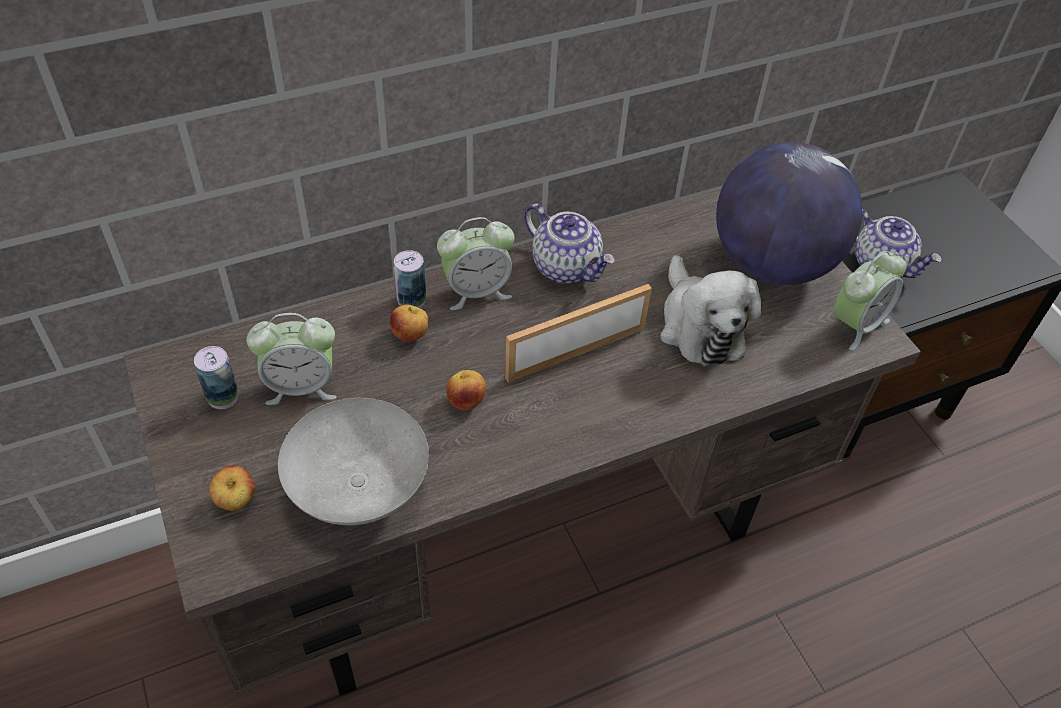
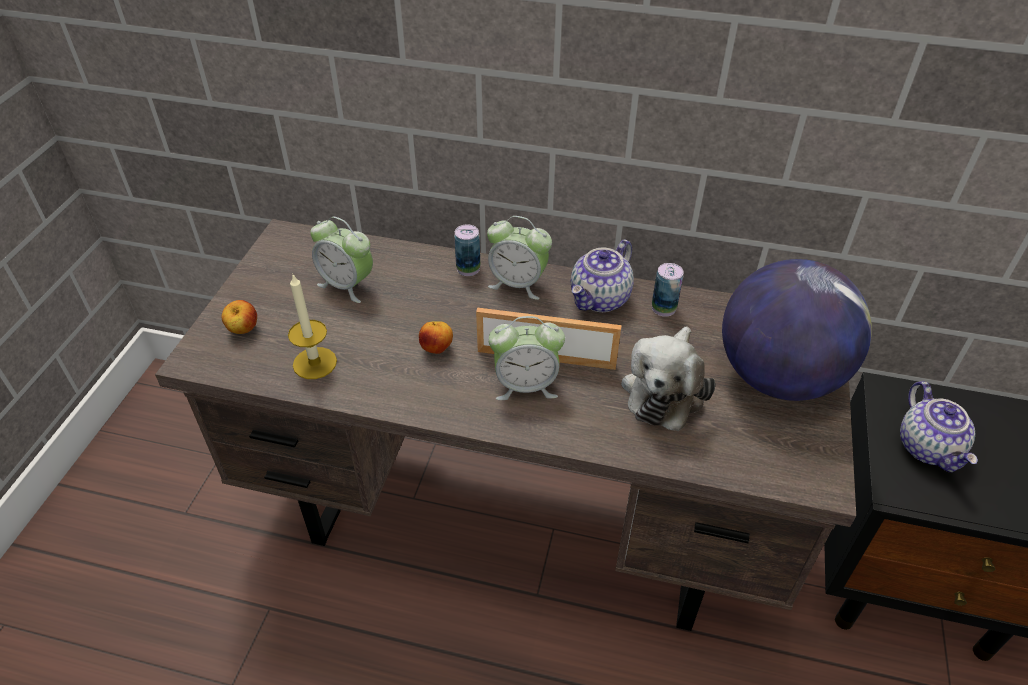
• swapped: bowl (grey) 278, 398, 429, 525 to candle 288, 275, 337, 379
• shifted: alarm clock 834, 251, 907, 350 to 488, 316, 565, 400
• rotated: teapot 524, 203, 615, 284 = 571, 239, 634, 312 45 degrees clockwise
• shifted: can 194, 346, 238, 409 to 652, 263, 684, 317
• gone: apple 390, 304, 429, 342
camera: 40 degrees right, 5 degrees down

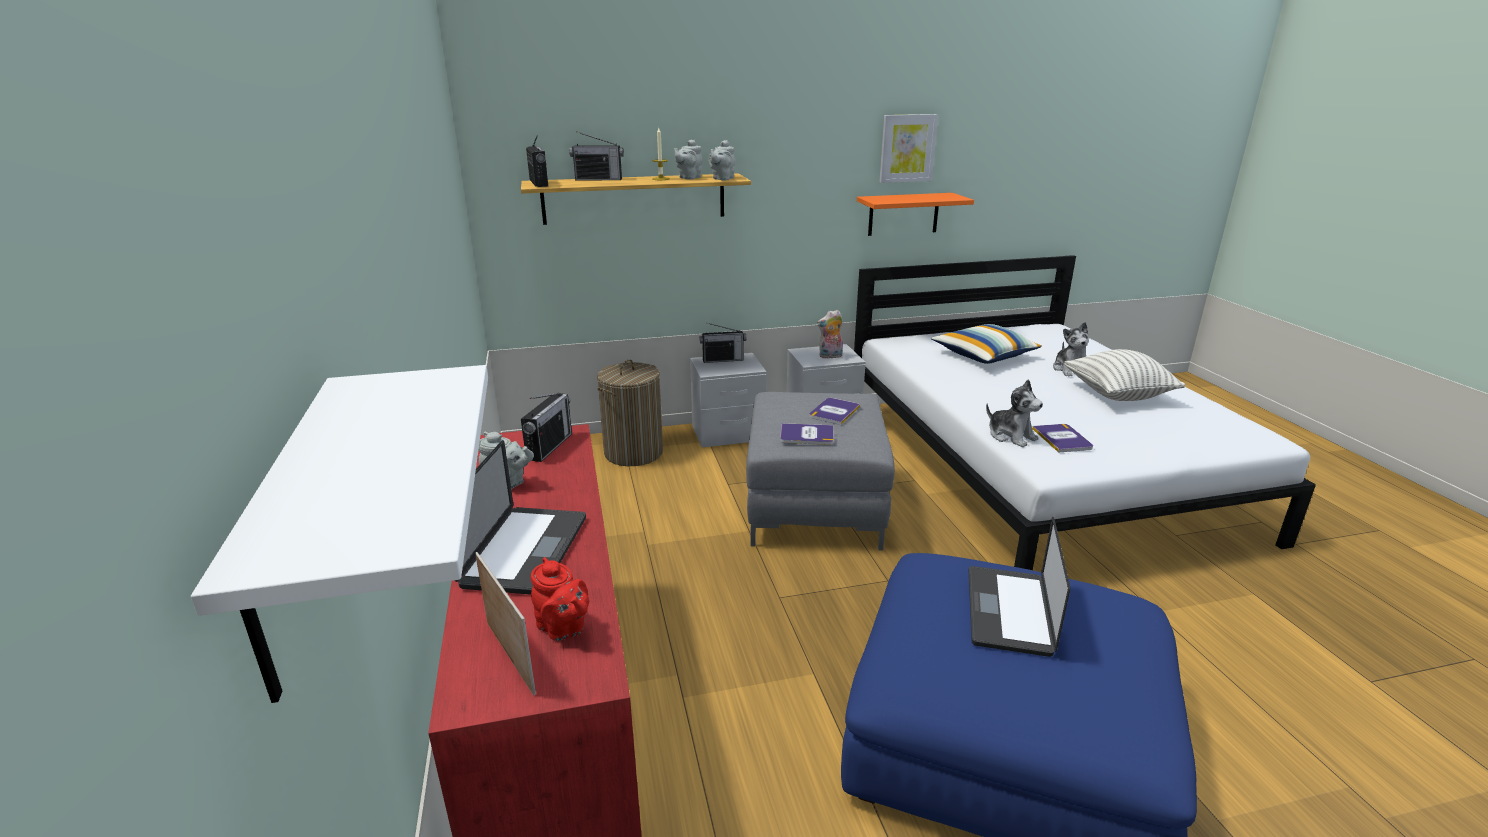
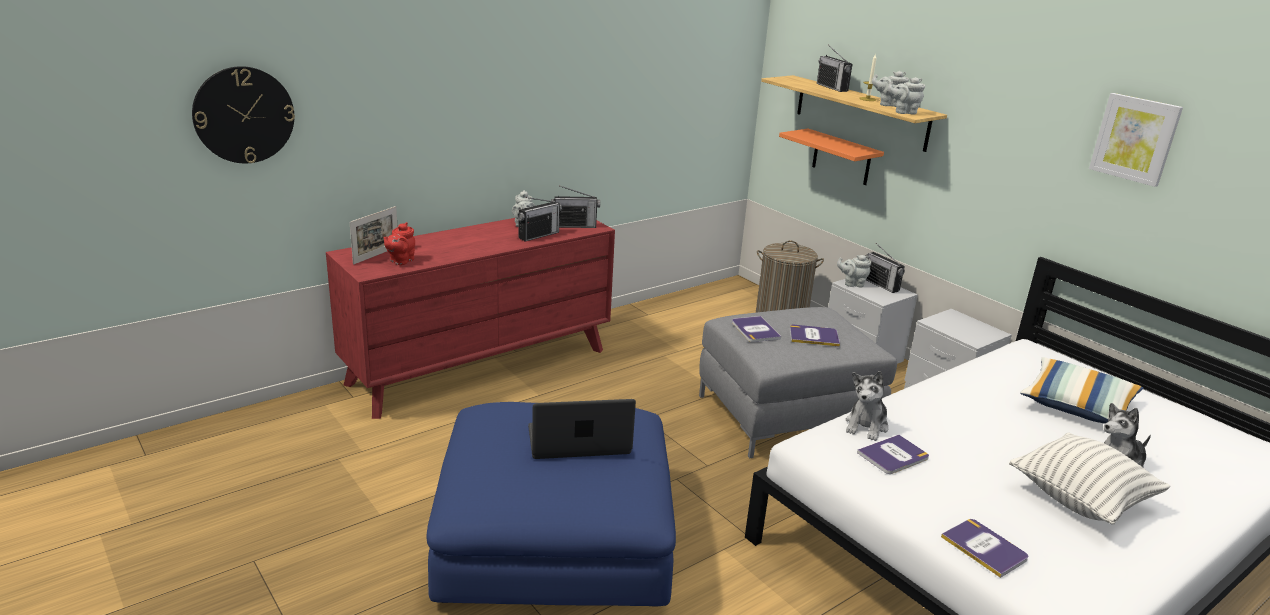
• swapped: shelf (white) 191, 365, 488, 703 to wall clock 192, 66, 295, 163
• shifted: radio 526, 135, 548, 187 to 518, 197, 562, 242
• shifted: shelf (orange) 857, 193, 974, 236 to 779, 129, 884, 185
• new: teapot (grey) 837, 255, 871, 287
• new: book 941, 519, 1028, 578
• gone: laptop 455, 440, 586, 595
• gone: plush toy 817, 310, 843, 359
camera: 65 degrees right, 0 degrees up

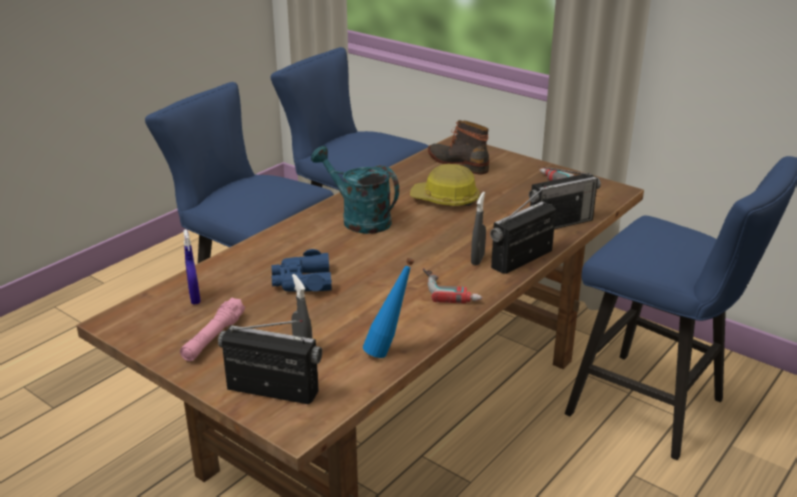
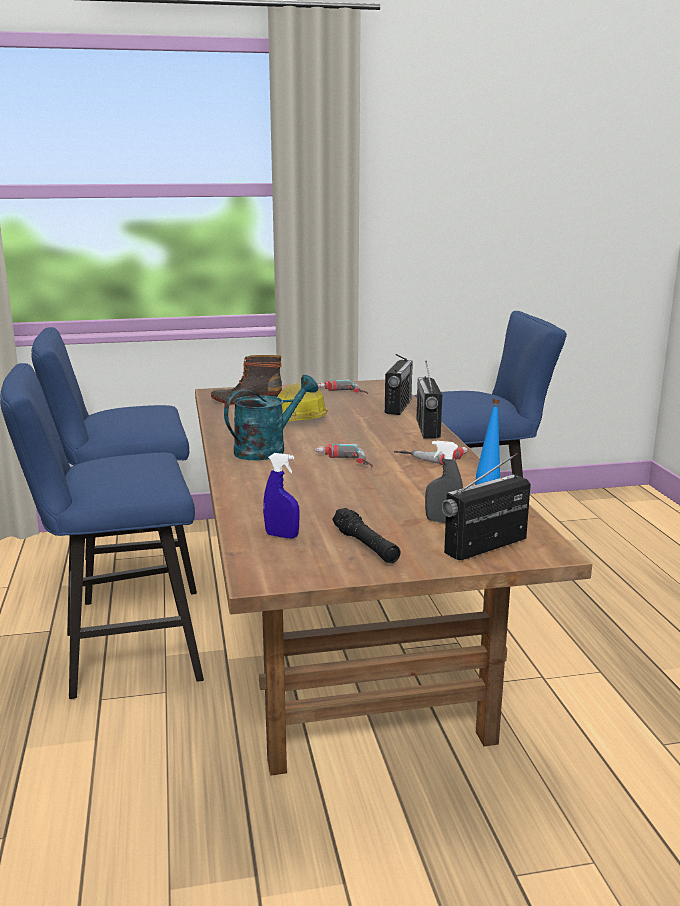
• rotated: watering can (turquoise) 311, 146, 399, 234 = 224, 375, 318, 460 150 degrees clockwise
• new: power drill 315, 444, 373, 467
• repainted: flashlight (pink) 180, 297, 245, 361 to flashlight (black) 332, 508, 401, 563
• gone: binoculars (blue) 272, 249, 332, 291
• gone: spray bottle (grey) 471, 192, 486, 265
camera: 50 degrees left, 10 degrees down

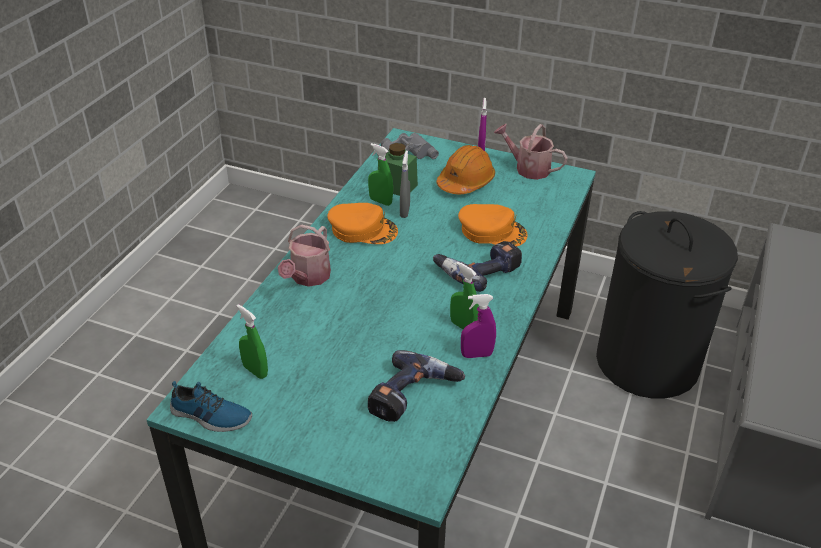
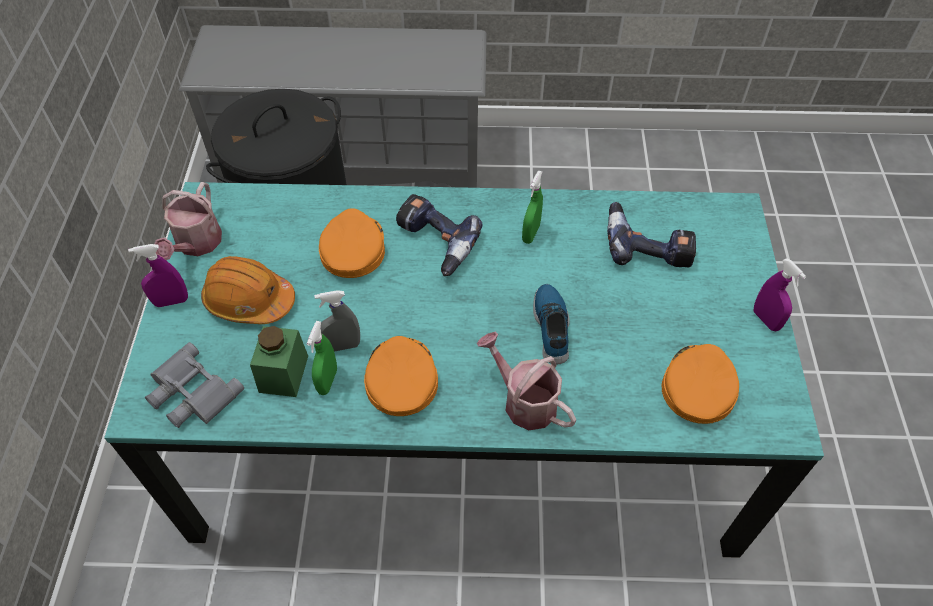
• rotated: watering can 278, 225, 331, 287 = 476, 331, 576, 430 135 degrees counterclockwise
• shifted: shoe 170, 381, 252, 432 to 533, 284, 570, 364
• swapped: spray bottle (green) 237, 304, 268, 379 to cap (orange) 661, 344, 739, 424
• shifted: spray bottle (purple) 461, 294, 496, 358 to 753, 258, 806, 331
camera: 110 degrees left, 15 degrees up

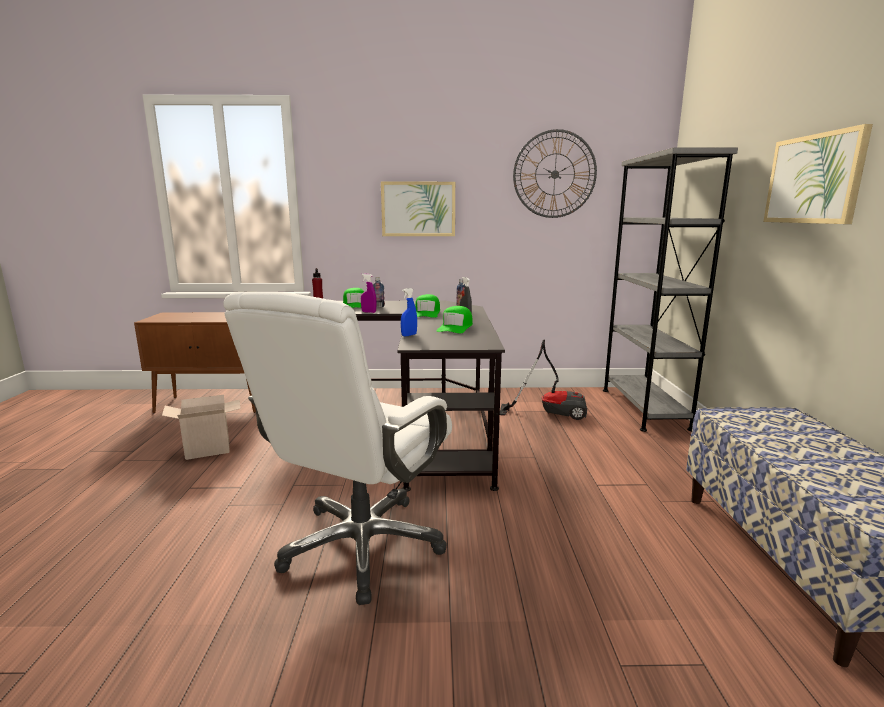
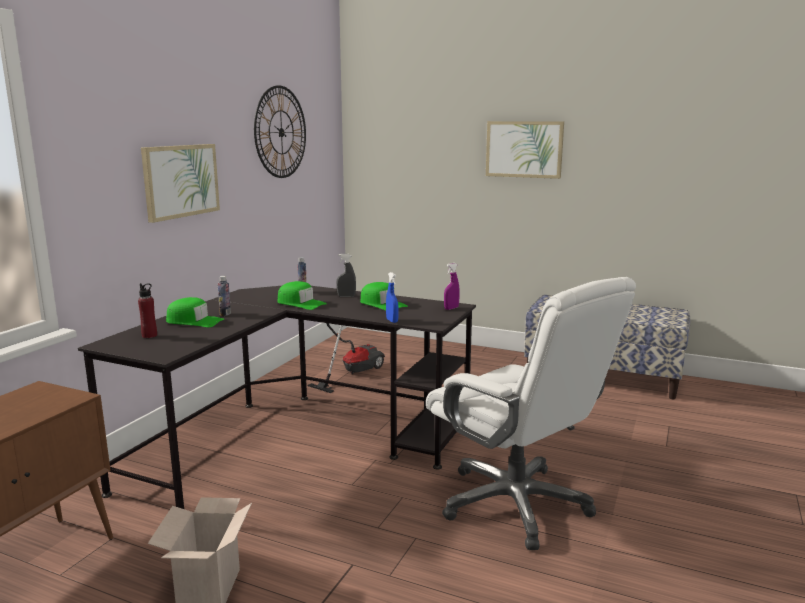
• shifted: spray bottle (purple) 361, 274, 377, 313 to 444, 263, 460, 310
• gone: bookcase (grey) 603, 147, 738, 432
camera: 65 degrees left, 0 degrees up

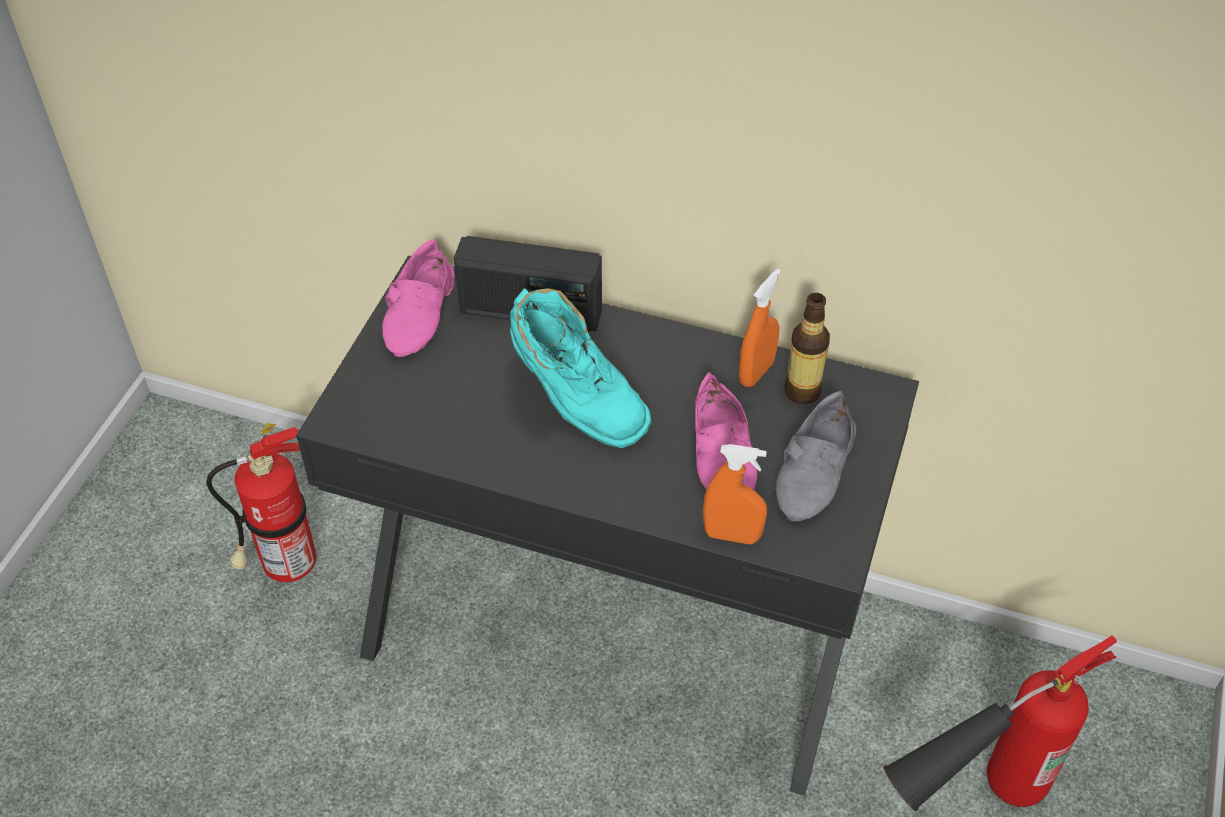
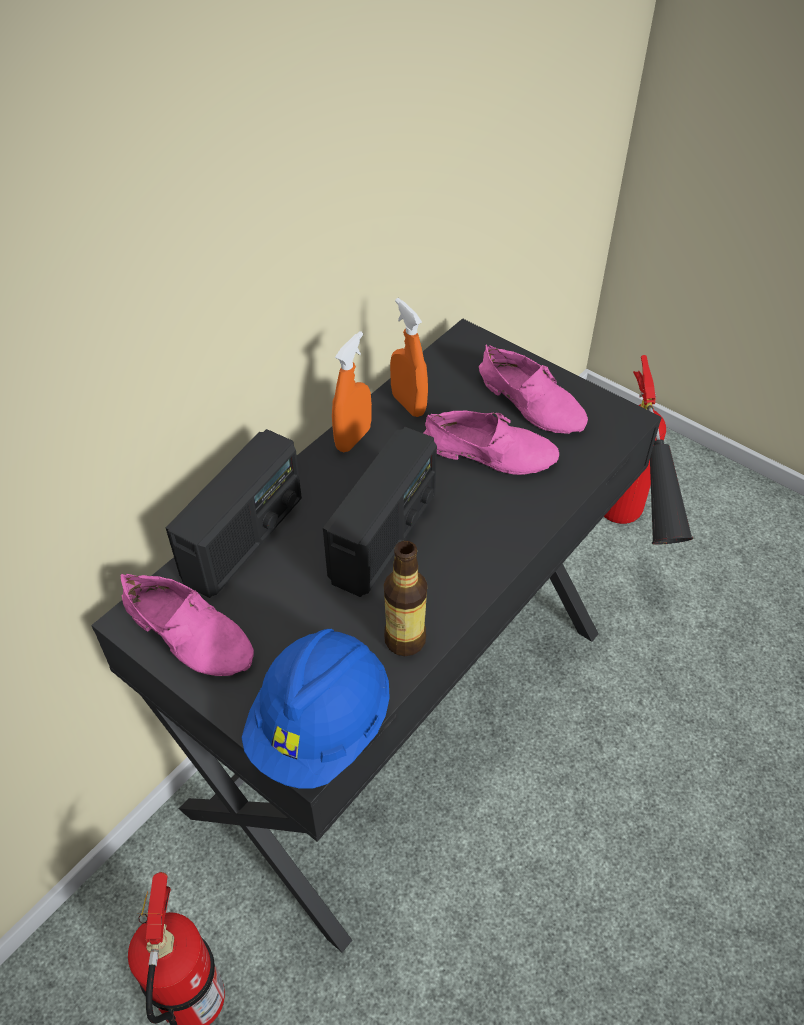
• new: hard hat (blue) 241, 629, 390, 789
• swapped: boot (turquoise) 510, 288, 651, 448 to radio 323, 427, 437, 597
• shifted: spray bottle (orange) 703, 444, 767, 544 to 332, 331, 372, 452
• shifted: bottle 784, 293, 830, 404 to 384, 541, 427, 656
• repainted: shoe (grey) 776, 391, 856, 521 to shoe (pink) 479, 345, 588, 434
camera: 70 degrees left, 0 degrees up

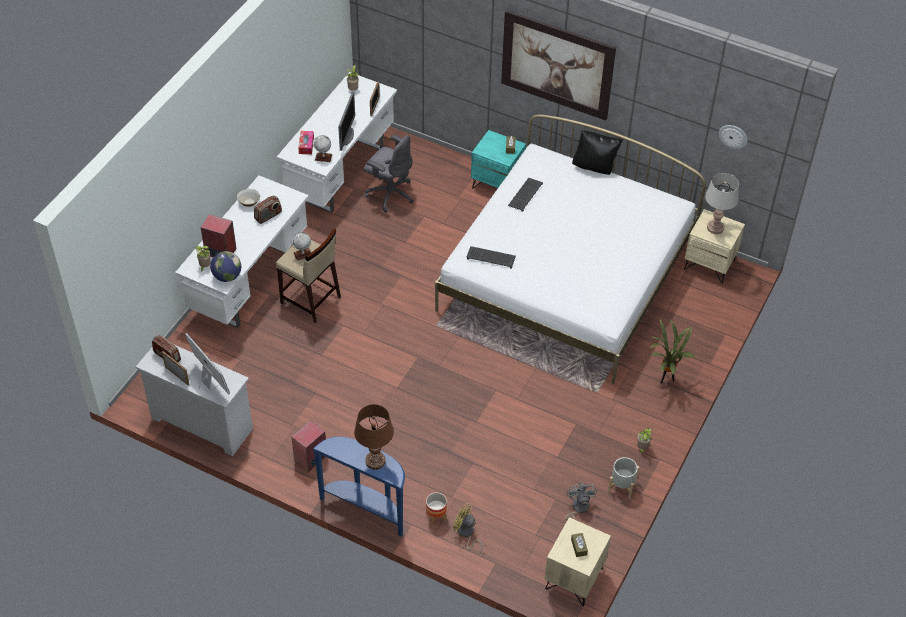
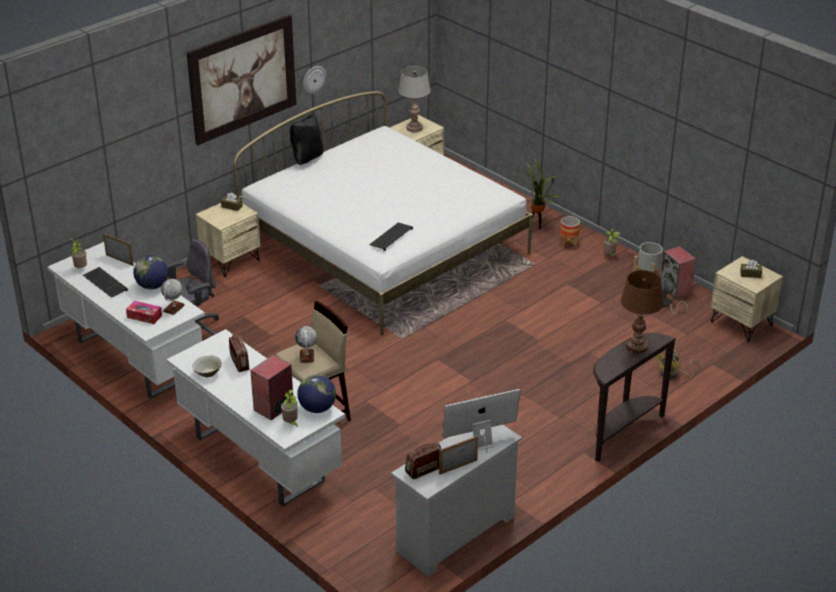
• shifted: keyboard 508, 178, 543, 212 to 83, 267, 128, 298
• swapped: monitor 338, 91, 355, 151 to globe 133, 255, 168, 289
• repainted: nightstand (turquoise) 471, 130, 526, 189 to nightstand (beige) 195, 203, 261, 277
• shifted: wall clock 719, 125, 748, 149 to 303, 66, 326, 94
• shifted: planter 426, 492, 447, 525 to 560, 216, 580, 248
• repainted: console table (blue) 313, 437, 405, 537 to console table (brown) 593, 333, 676, 462
• shifted: speaker 291, 420, 326, 472 to 660, 246, 696, 299
camera: 70 degrees left, 15 degrees down

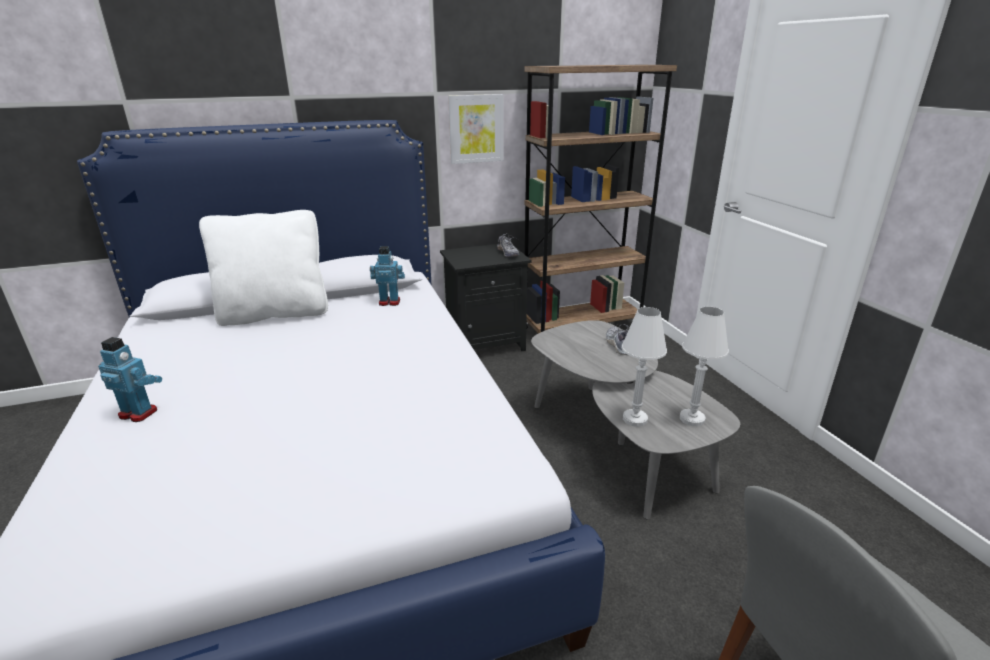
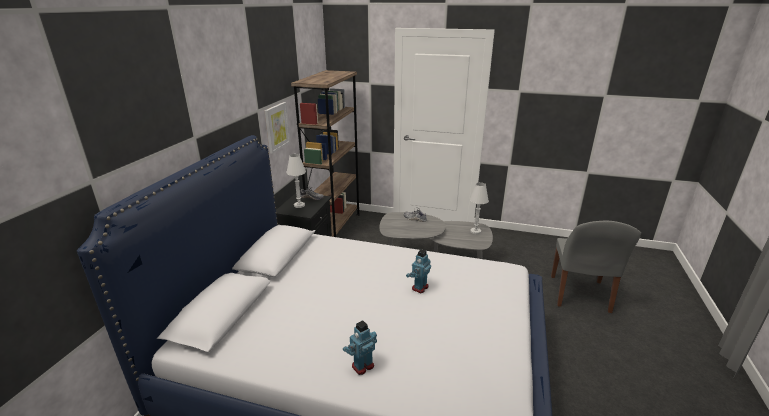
• shifted: table lamp (white) 622, 307, 667, 427 to 286, 154, 306, 208
• shifted: toy robot 370, 246, 405, 306 to 406, 249, 431, 293
• gone: pillow (white) 199, 210, 328, 326
camera: 55 degrees left, 0 degrees up

